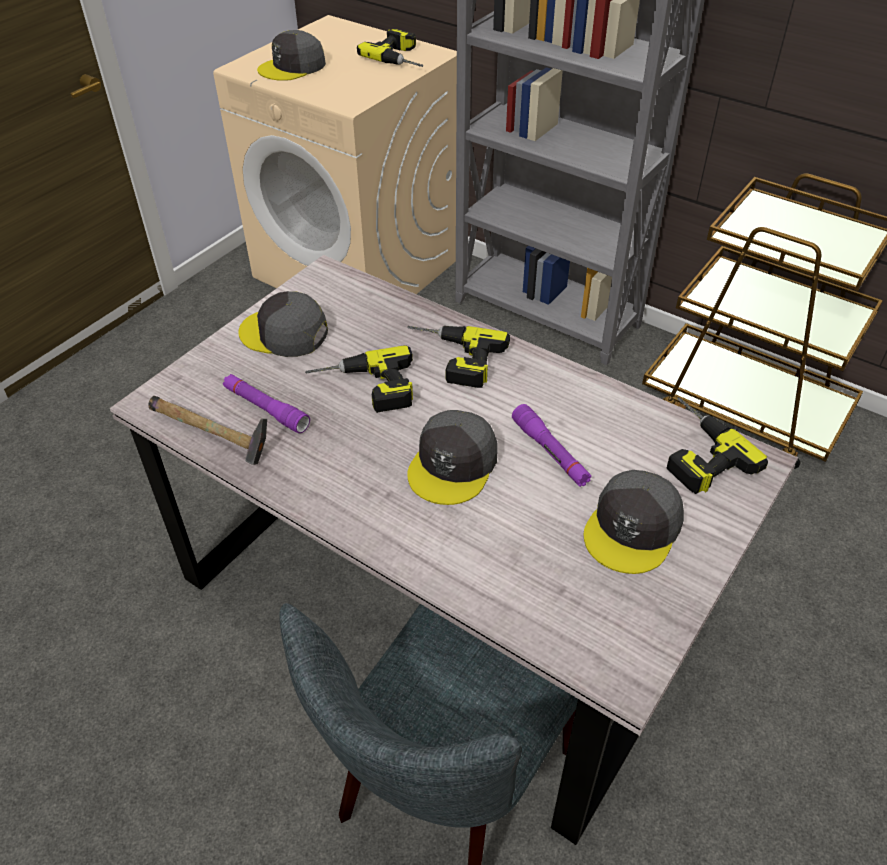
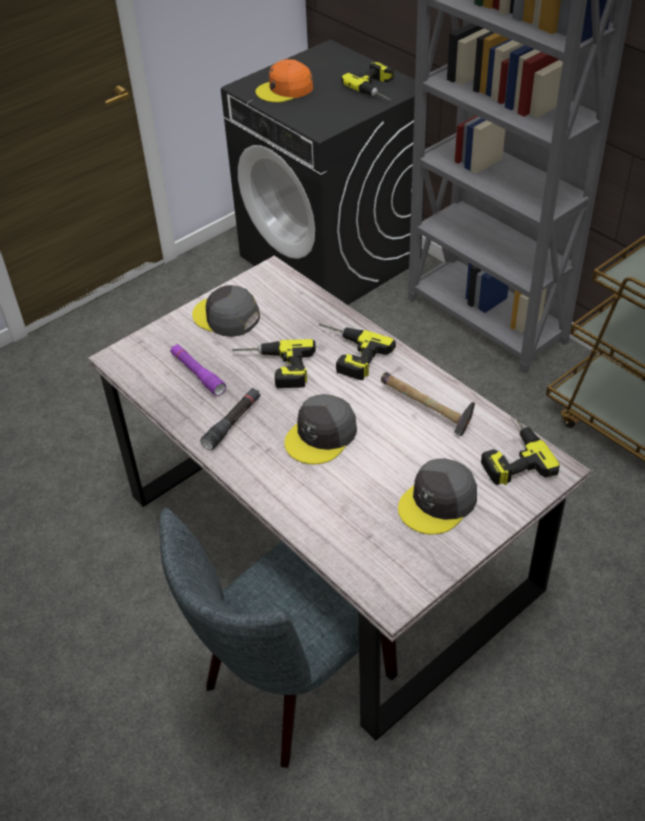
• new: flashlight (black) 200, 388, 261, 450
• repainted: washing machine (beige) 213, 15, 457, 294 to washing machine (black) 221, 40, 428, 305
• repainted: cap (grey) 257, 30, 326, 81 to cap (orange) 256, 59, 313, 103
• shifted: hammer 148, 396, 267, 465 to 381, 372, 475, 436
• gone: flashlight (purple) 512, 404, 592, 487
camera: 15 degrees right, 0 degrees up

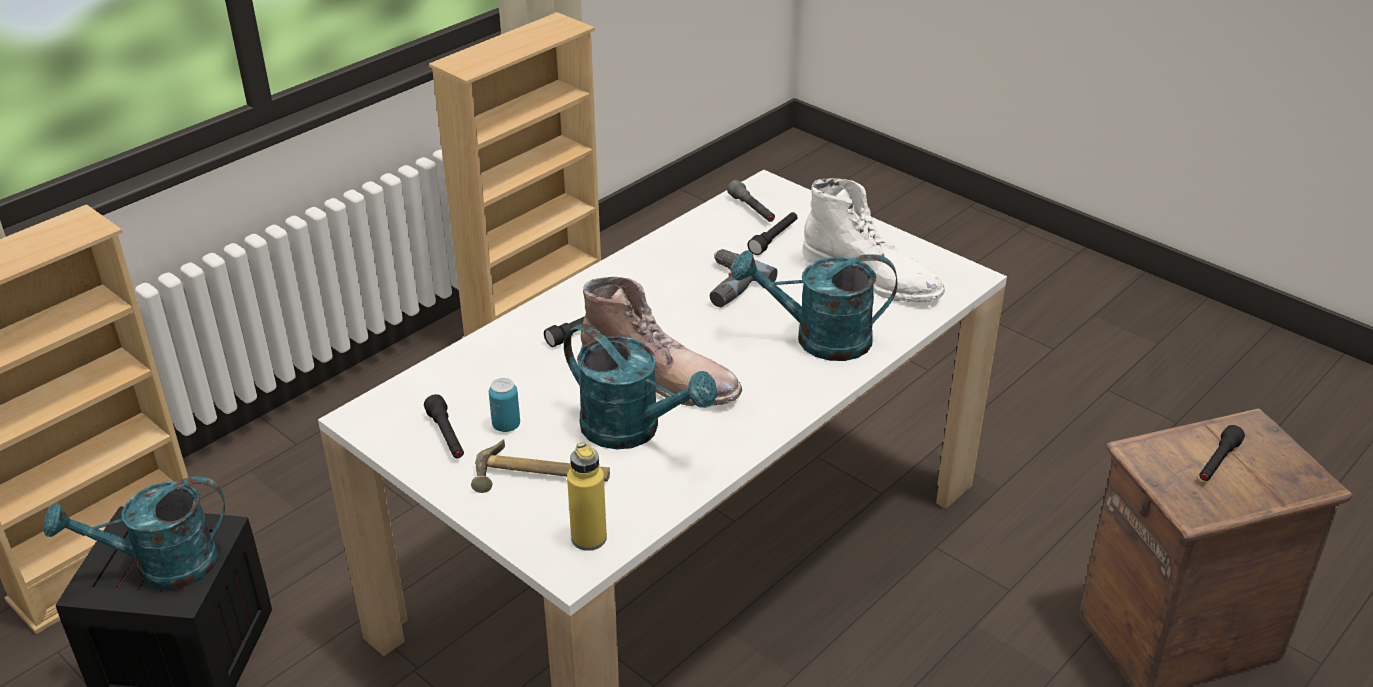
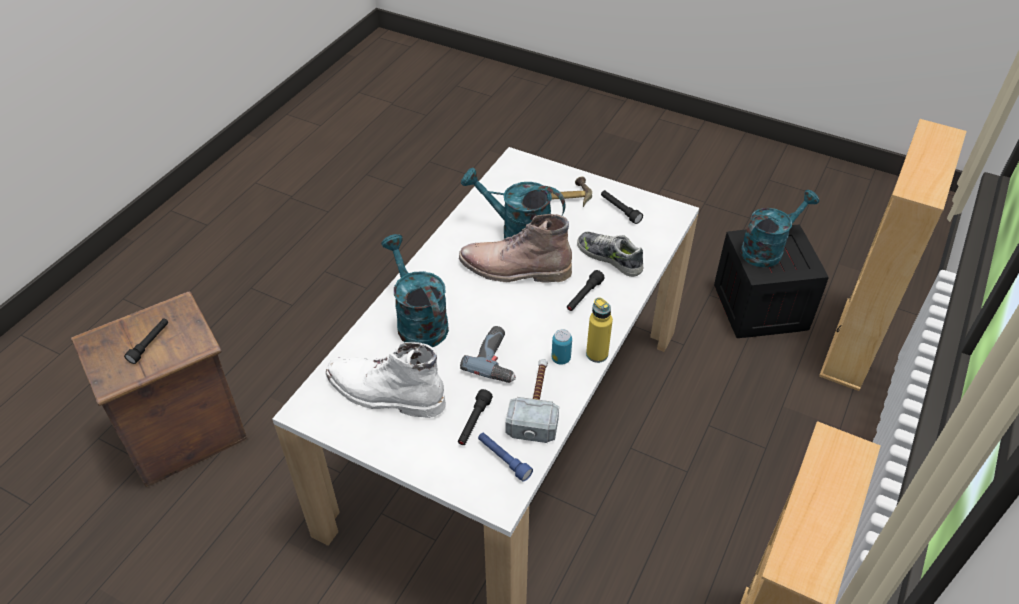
• rotated: watering can (turquoise) 731, 250, 897, 361 = 381, 234, 449, 347 105 degrees counterclockwise
• repainted: flashlight (grey) 727, 180, 775, 222 to flashlight (blue) 478, 433, 533, 482
• new: hammer 505, 359, 559, 443
• shifted: can 489, 378, 520, 432 to 551, 329, 572, 365
• new: shoe 577, 232, 643, 277
• shifted: bottle (yellow) 567, 442, 607, 551 to 586, 297, 613, 363
camera: 165 degrees right, 10 degrees up

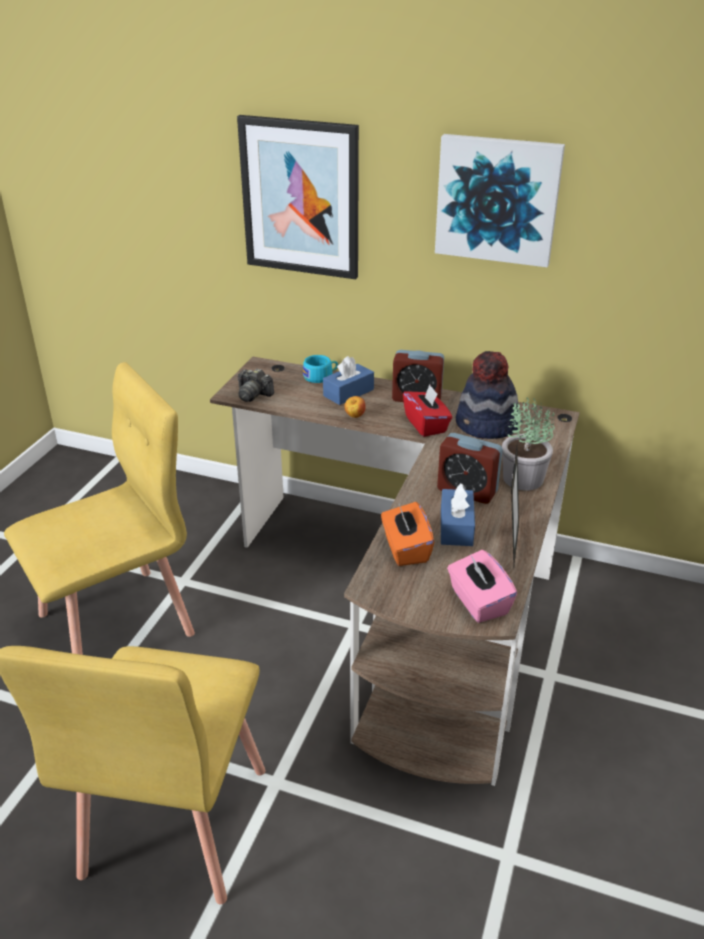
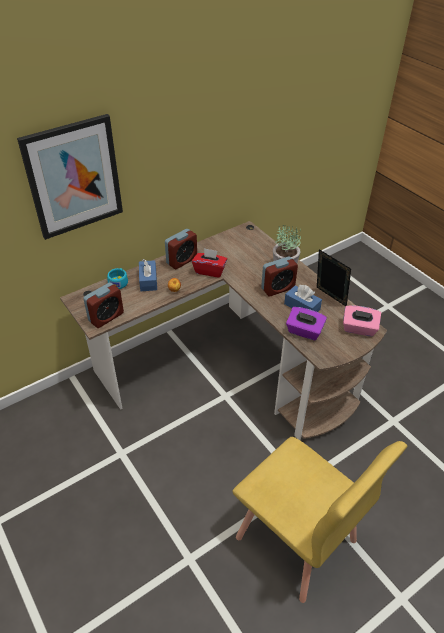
• swapped: photo camera 238, 368, 274, 402 to alarm clock 83, 282, 124, 328
• repainted: tissue box (orange) 381, 502, 434, 566 to tissue box (purple) 286, 307, 327, 340
• gone: chair (yellow) 4, 362, 195, 655
• gone: picture 435, 134, 565, 267
• gone: hat 456, 351, 522, 439
camera: 55 degrees left, 10 degrees up

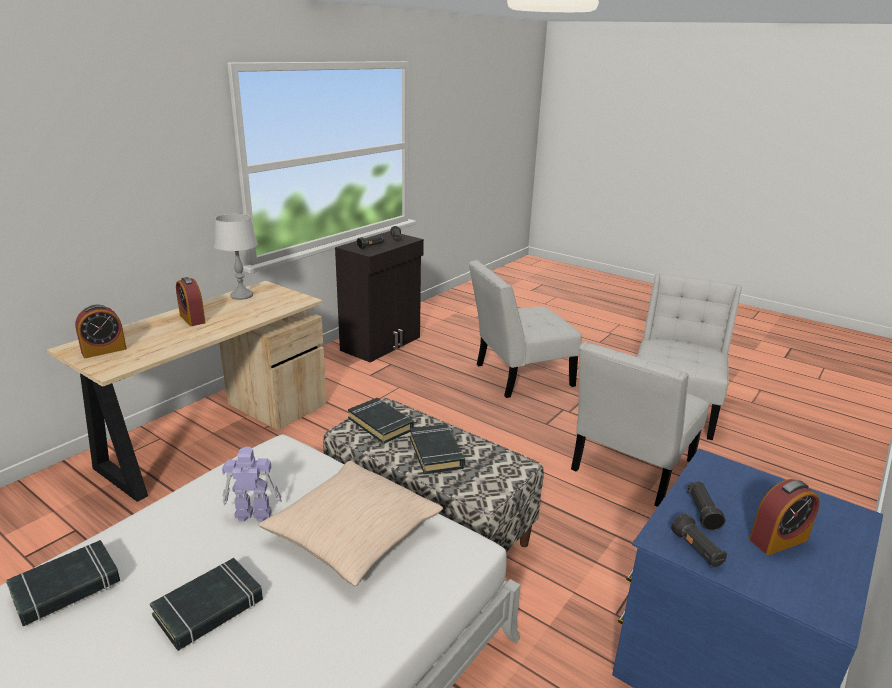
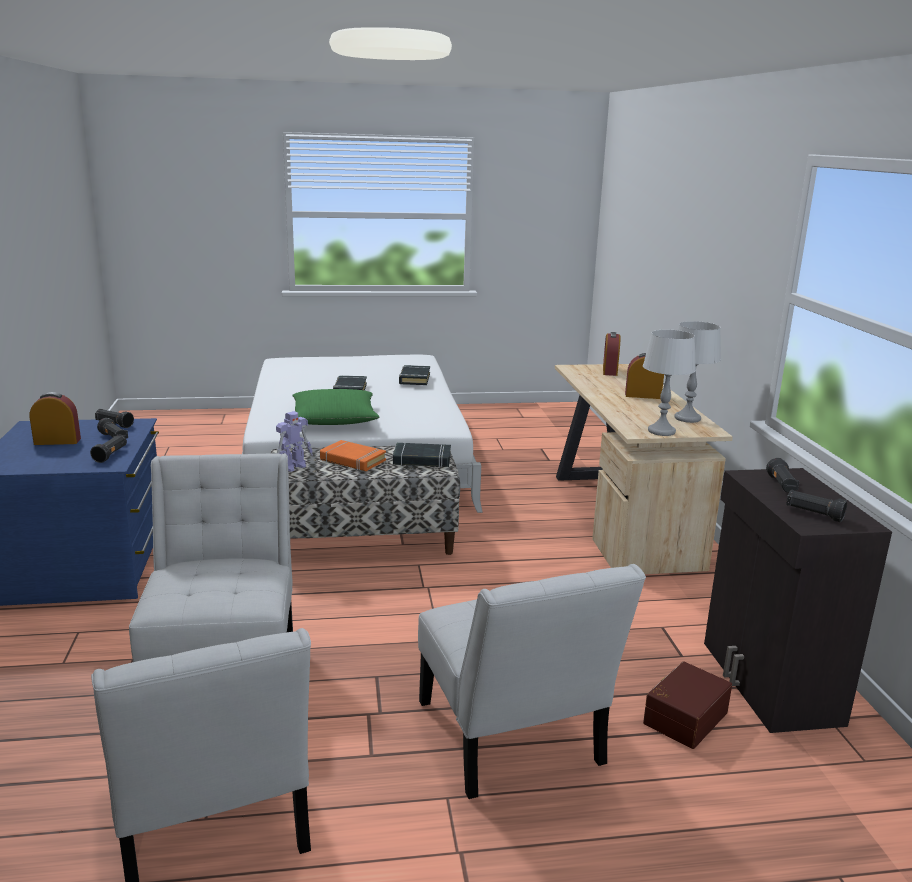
• rotated: alarm clock 749, 479, 820, 555 = 30, 392, 81, 445 60 degrees clockwise
• new: flashlight (black) 90, 434, 127, 463
• shifted: toy robot 222, 447, 282, 522 to 276, 411, 313, 472
• repainted: pillow (beige) 258, 461, 443, 587 to pillow (green) 292, 389, 380, 425
• repainted: book (black) 410, 424, 465, 474 to book (orange) 320, 440, 386, 471
• rotated: chair (white) 469, 260, 582, 398 = 418, 564, 646, 799 135 degrees clockwise
• new: table lamp (grey) 643, 330, 696, 436
• new: storage box (brown) 643, 661, 732, 749
camera: 135 degrees right, 5 degrees down

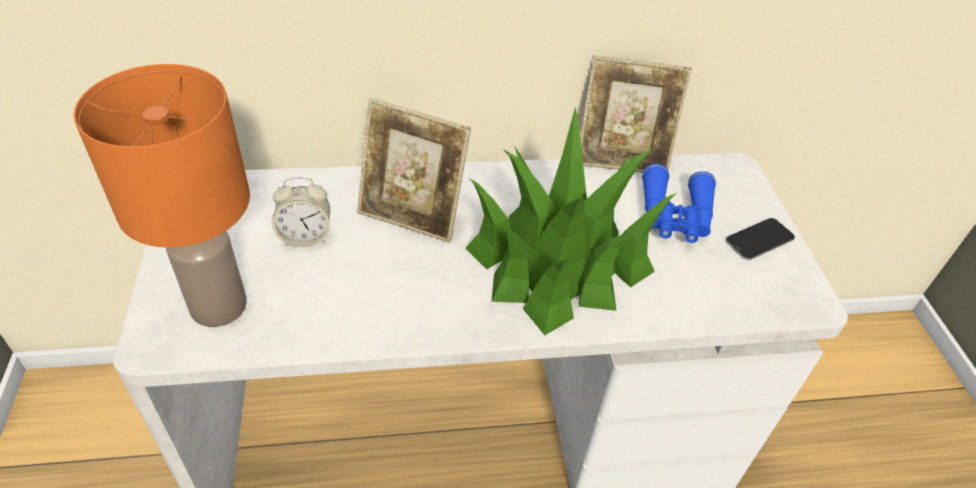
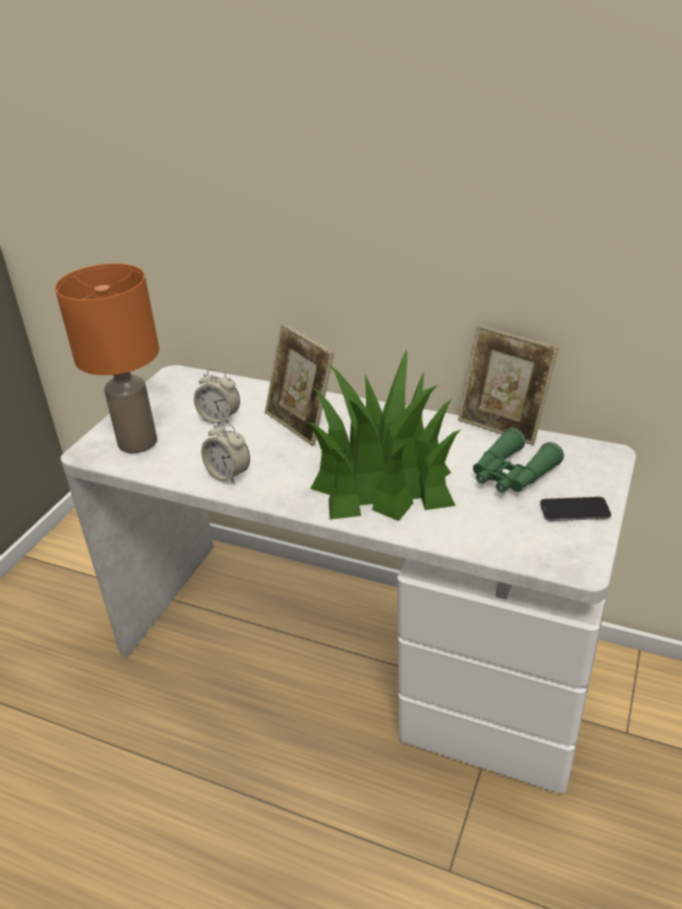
• new: alarm clock 201, 421, 250, 484
• repainted: binoculars (blue) 642, 164, 716, 243 to binoculars (green) 473, 428, 564, 493
camera: 35 degrees right, 10 degrees down

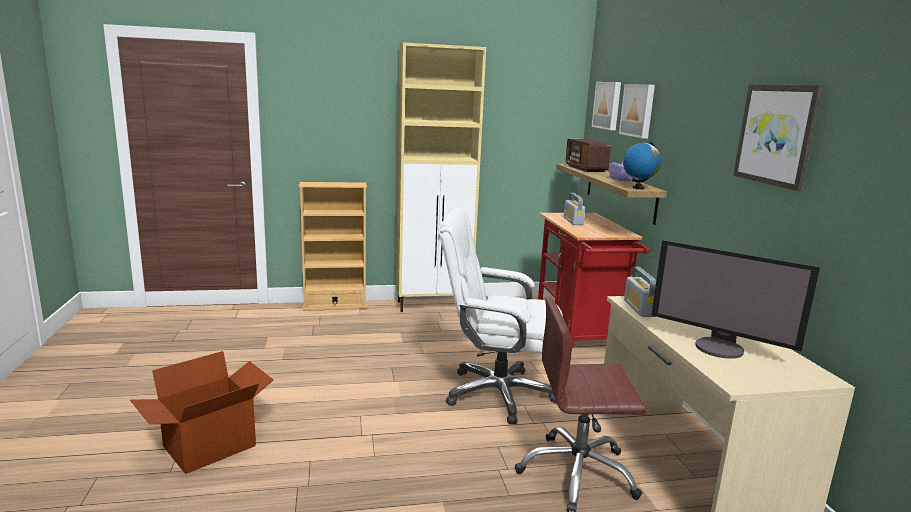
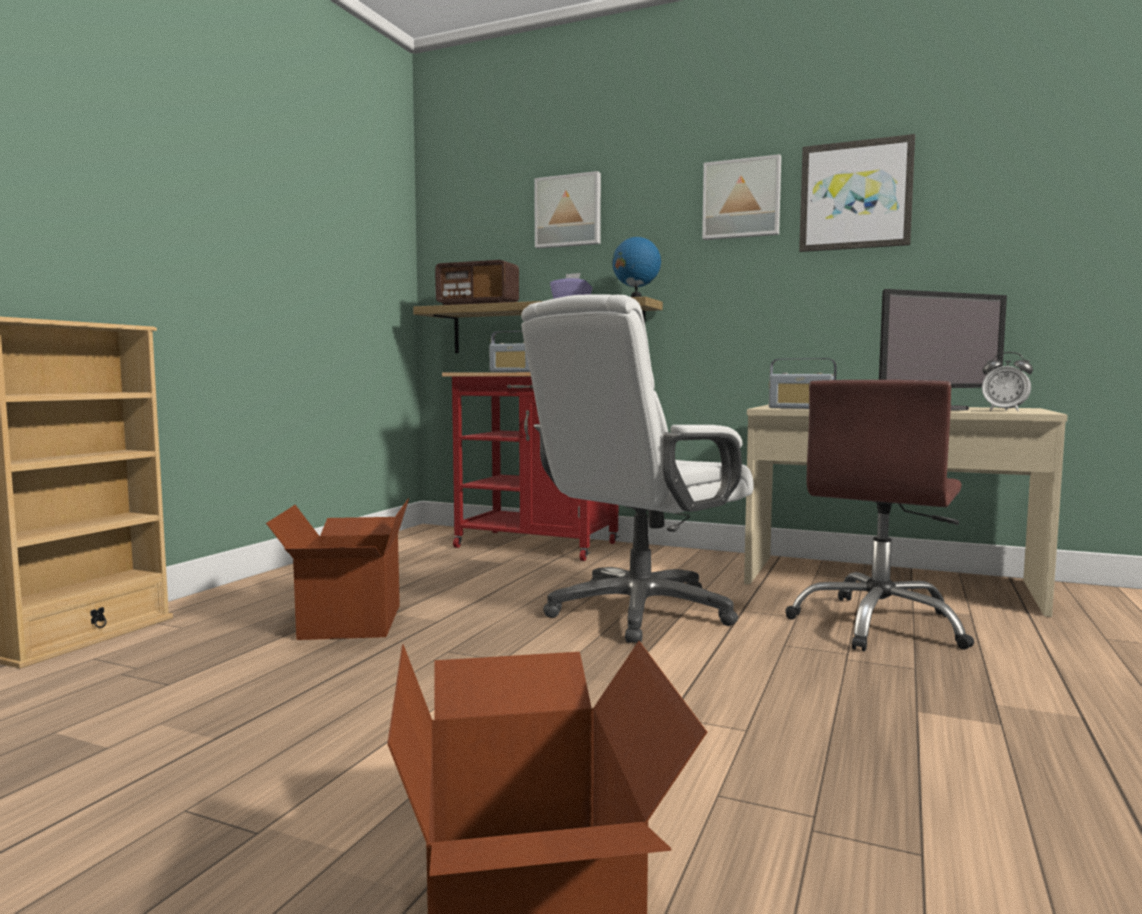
• new: cardboard box 266, 498, 409, 640
• shifted: picture 591, 82, 621, 130 to 702, 154, 781, 240
• new: alarm clock 982, 352, 1033, 411
• gone: cabinet (beige) 396, 42, 486, 312
camera: 55 degrees left, 10 degrees down

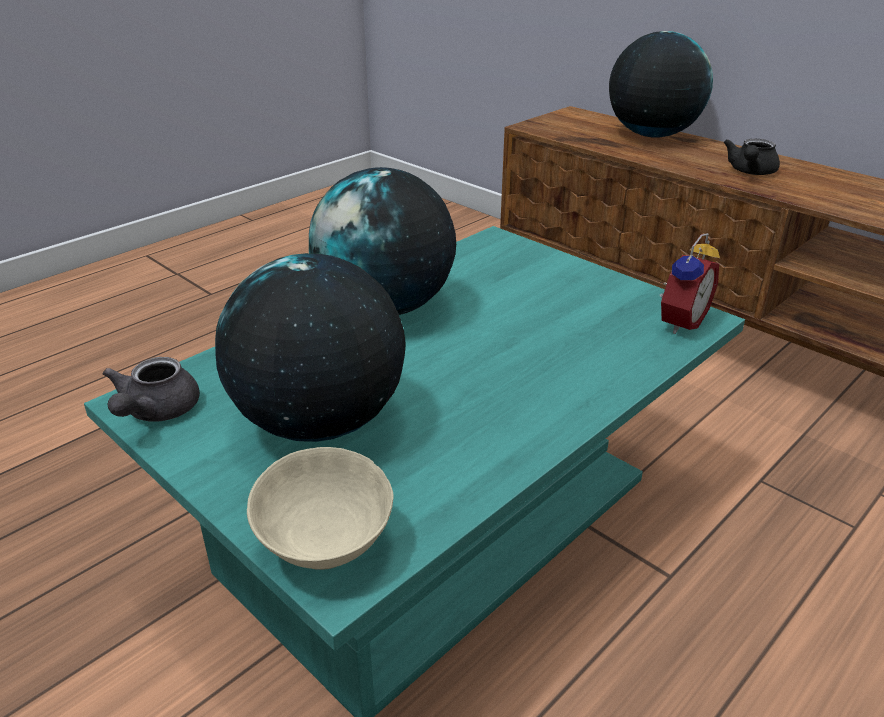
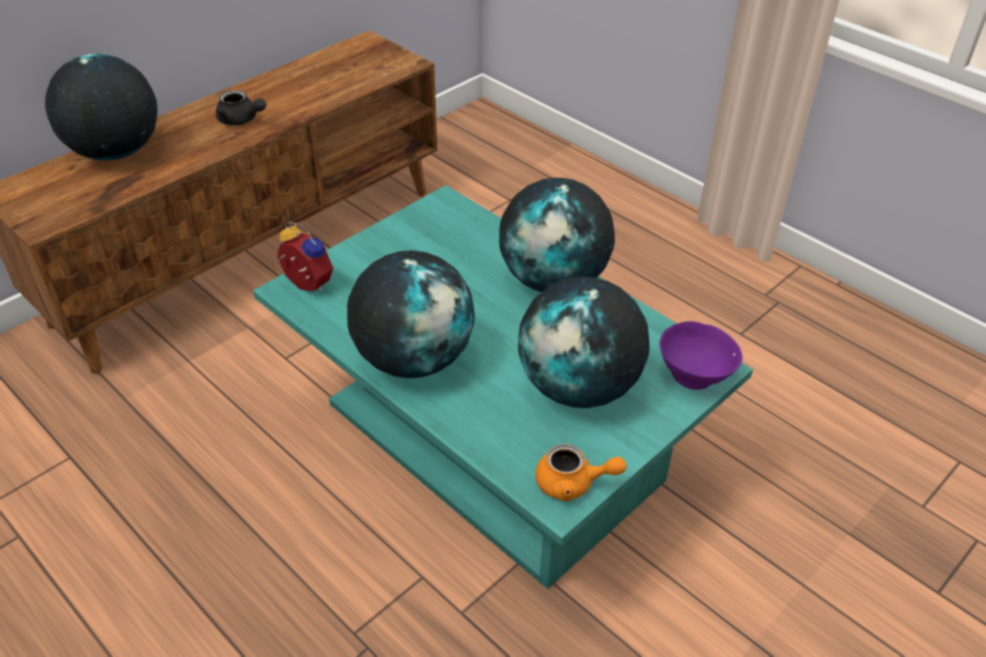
• shifted: alarm clock 658, 233, 720, 334 to 277, 222, 333, 292
• new: globe 499, 178, 615, 292
• repainted: teapot (grey) 102, 357, 200, 422 to teapot (orange) 535, 444, 626, 501
• repainted: bowl (beige) 247, 447, 394, 570 to bowl (purple) 659, 321, 743, 390
camera: 90 degrees left, 10 degrees up

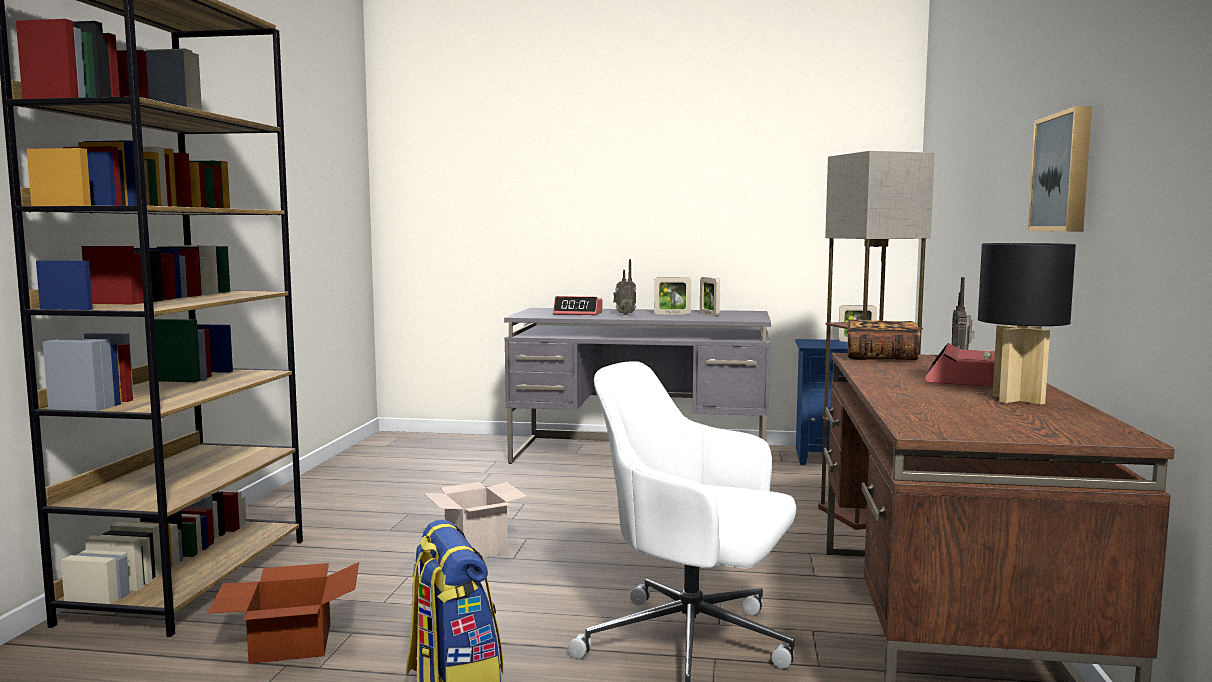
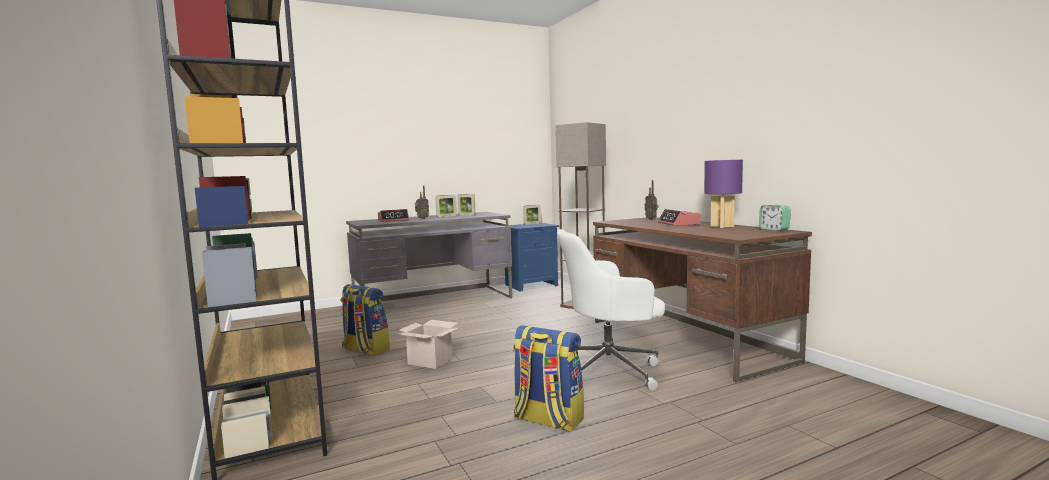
• new: backpack 340, 284, 390, 356
• repainted: table lamp (black) 978, 243, 1076, 405 to table lamp (purple) 704, 160, 743, 228
• new: alarm clock 759, 205, 791, 231
• gone: cardboard box 208, 562, 359, 664
• gone: book 847, 320, 920, 360
• gone: picture 1028, 106, 1092, 231
camera: 35 degrees left, 0 degrees up

